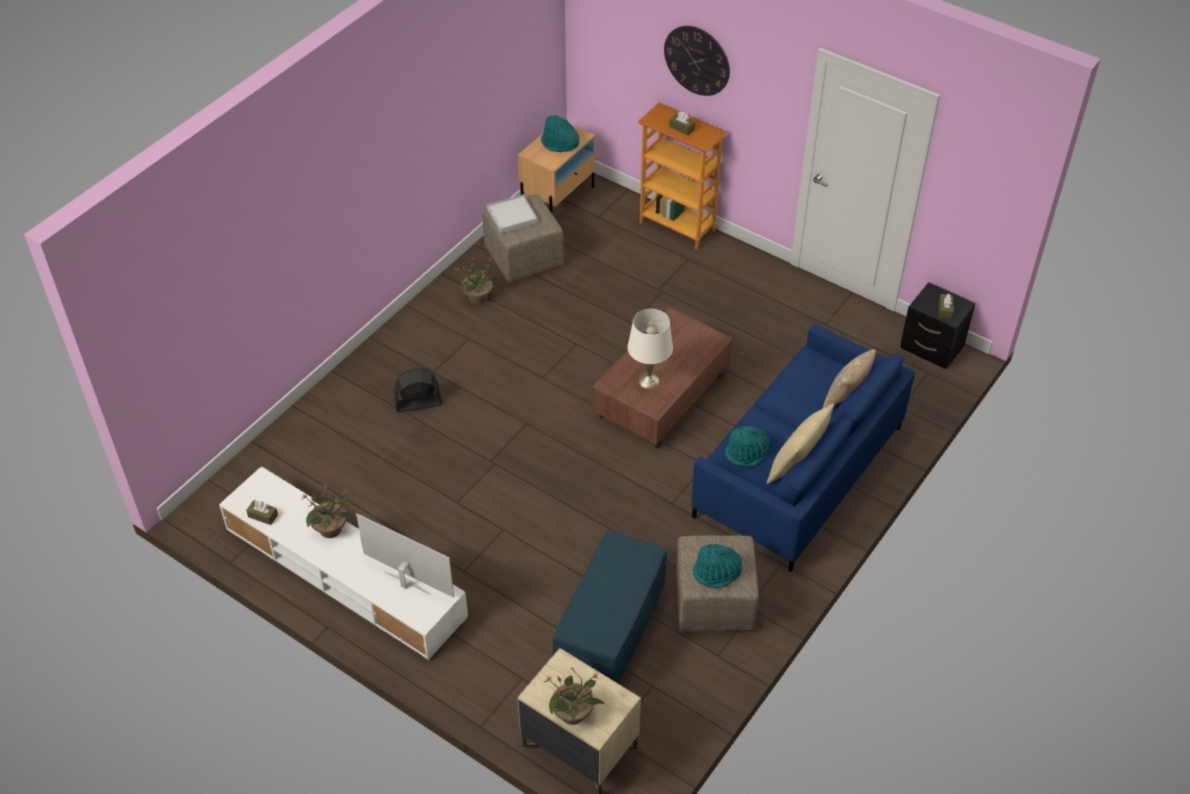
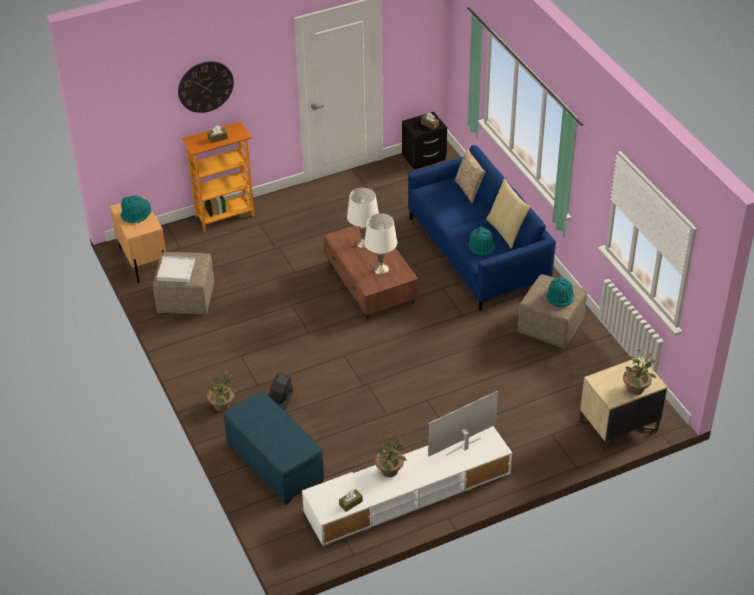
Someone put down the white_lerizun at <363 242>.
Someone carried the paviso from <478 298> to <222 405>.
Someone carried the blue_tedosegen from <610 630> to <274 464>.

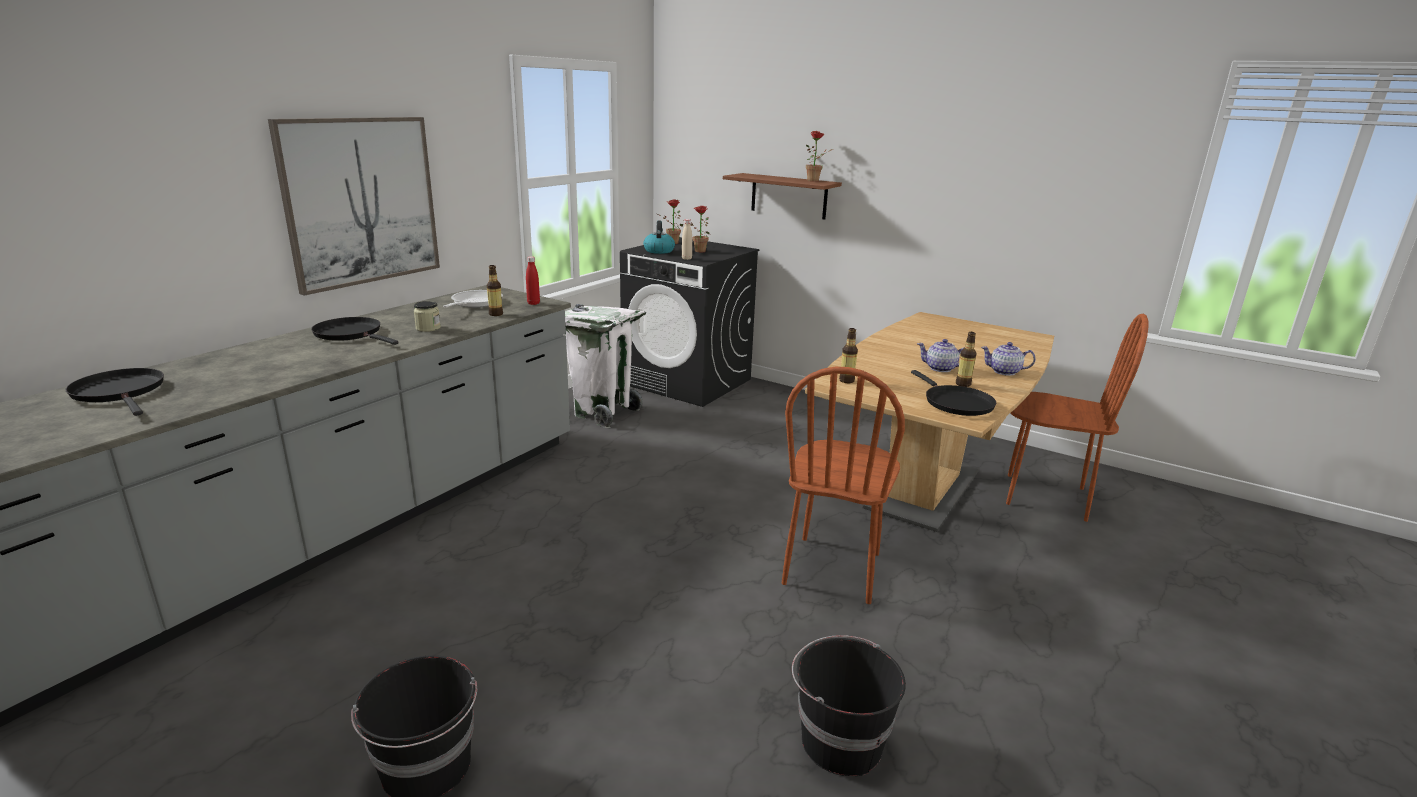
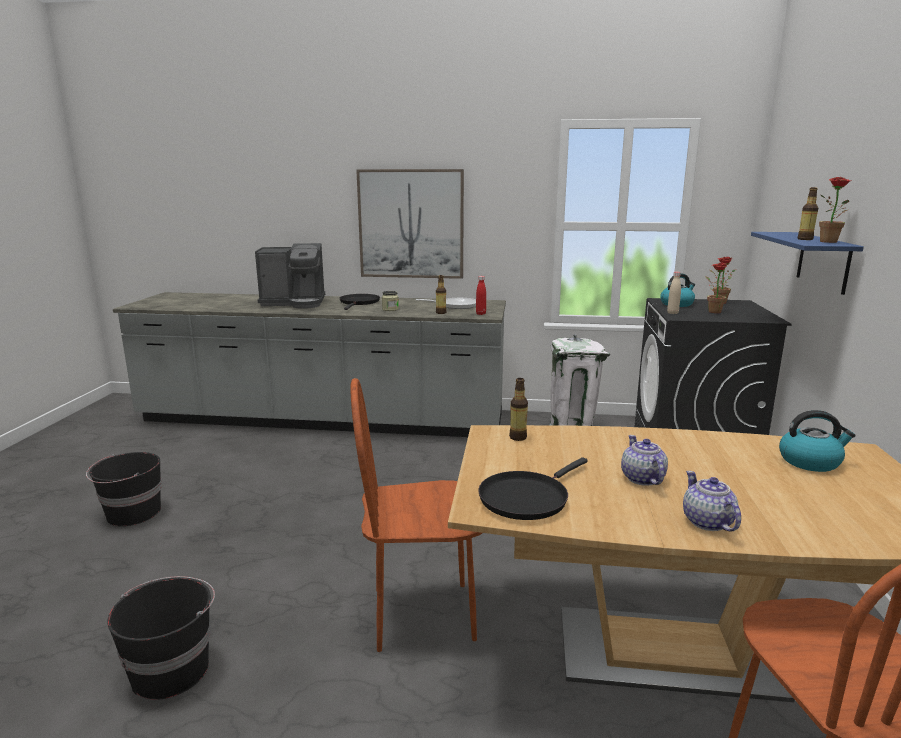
Someone took away the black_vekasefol at <120 392>.
Someone put down the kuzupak at <294 303>.
Someone put down the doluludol at <810 461>.
Someone carried the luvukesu from <963 384> to <805 239>.
Someone repainted the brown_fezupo at <789 196>, which became the blue_fezupo at <823 262>.

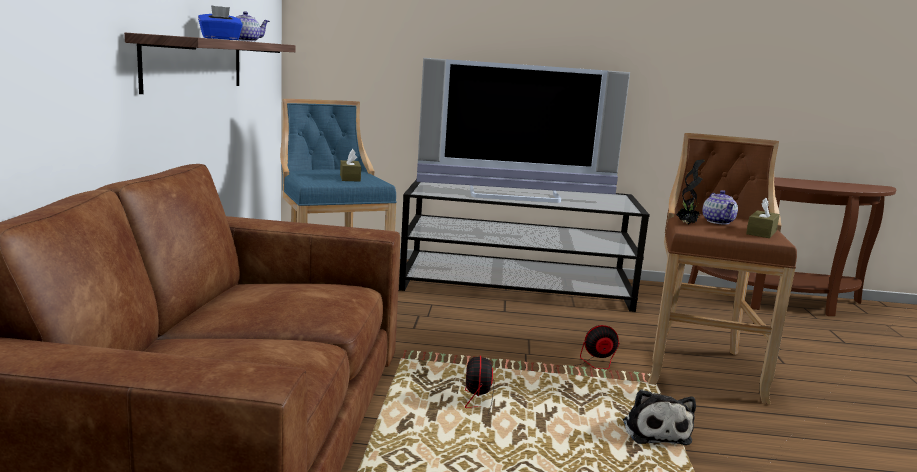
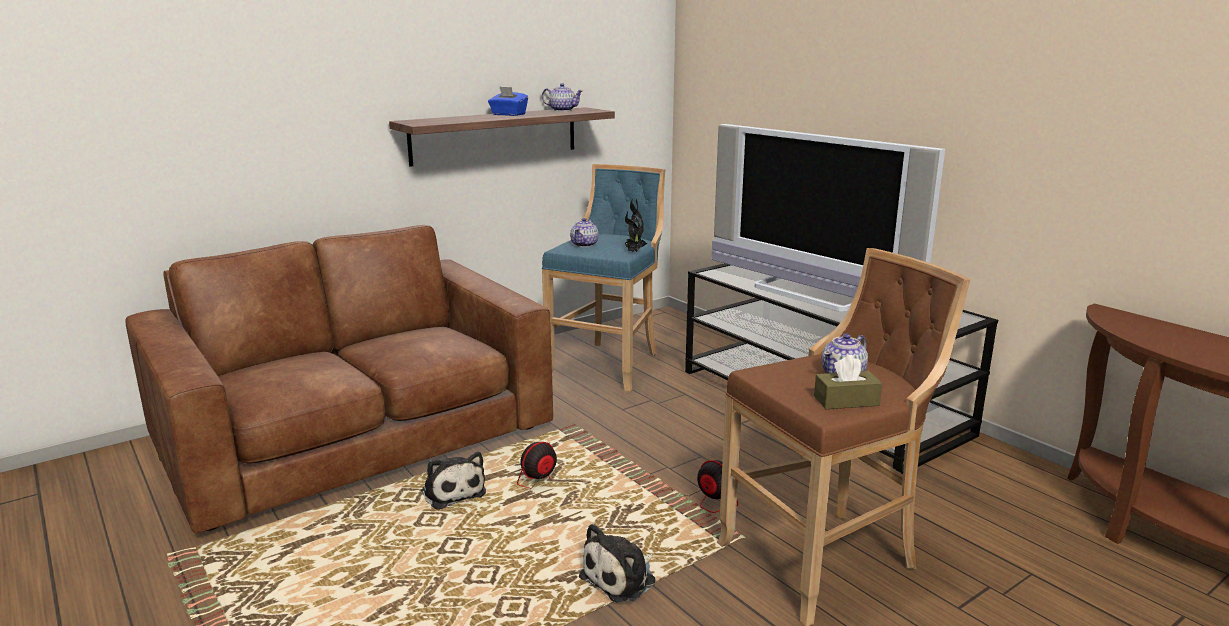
Someone took away the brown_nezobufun at <350 178>.
Someone put down the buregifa at <452 491>.
Someone put down the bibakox at <585 244>.
Someone carried the paviso from <687 224> to <634 252>.

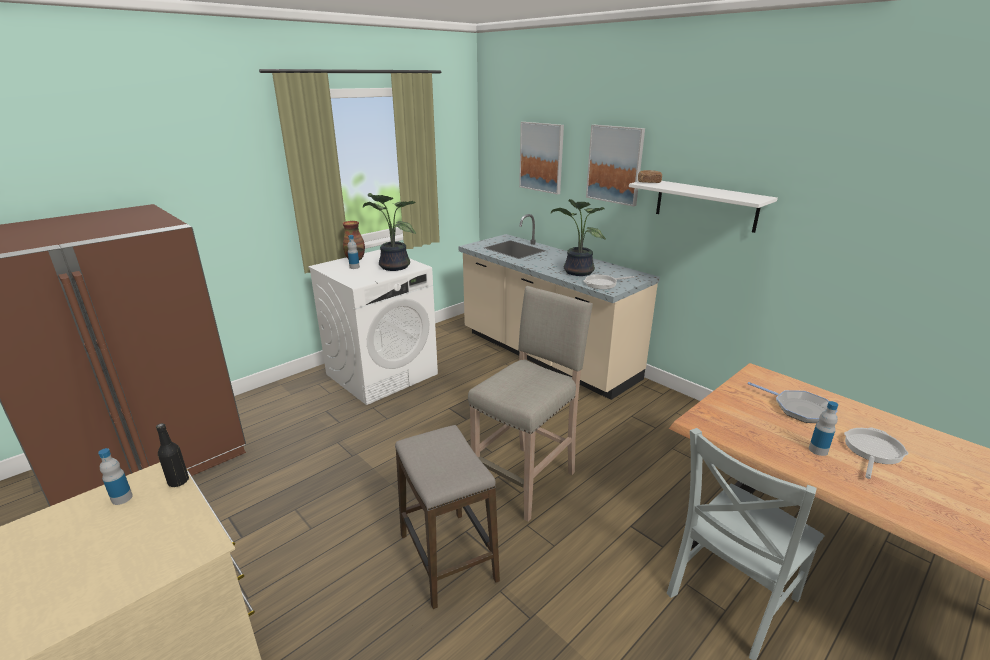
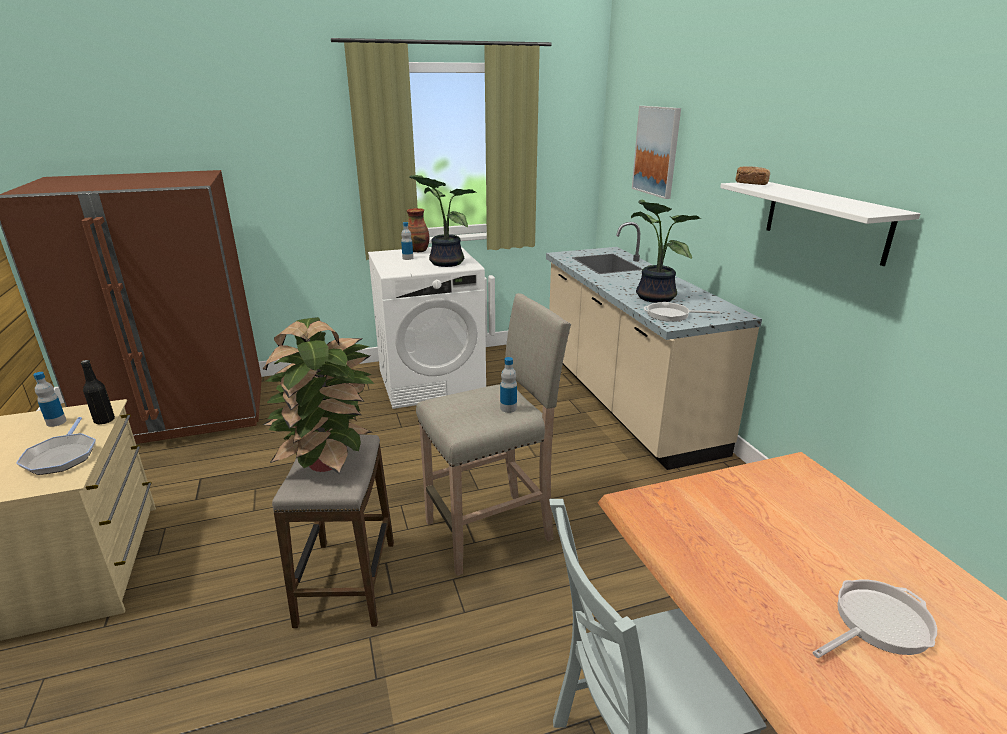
Someone took away the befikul at <615 164>.
Someone put down the paviso at <329 461>.
Someone carried the vekasefol from <799 409> to <62 456>.
Someone carried the luvukesu from <818 450> to <508 408>.

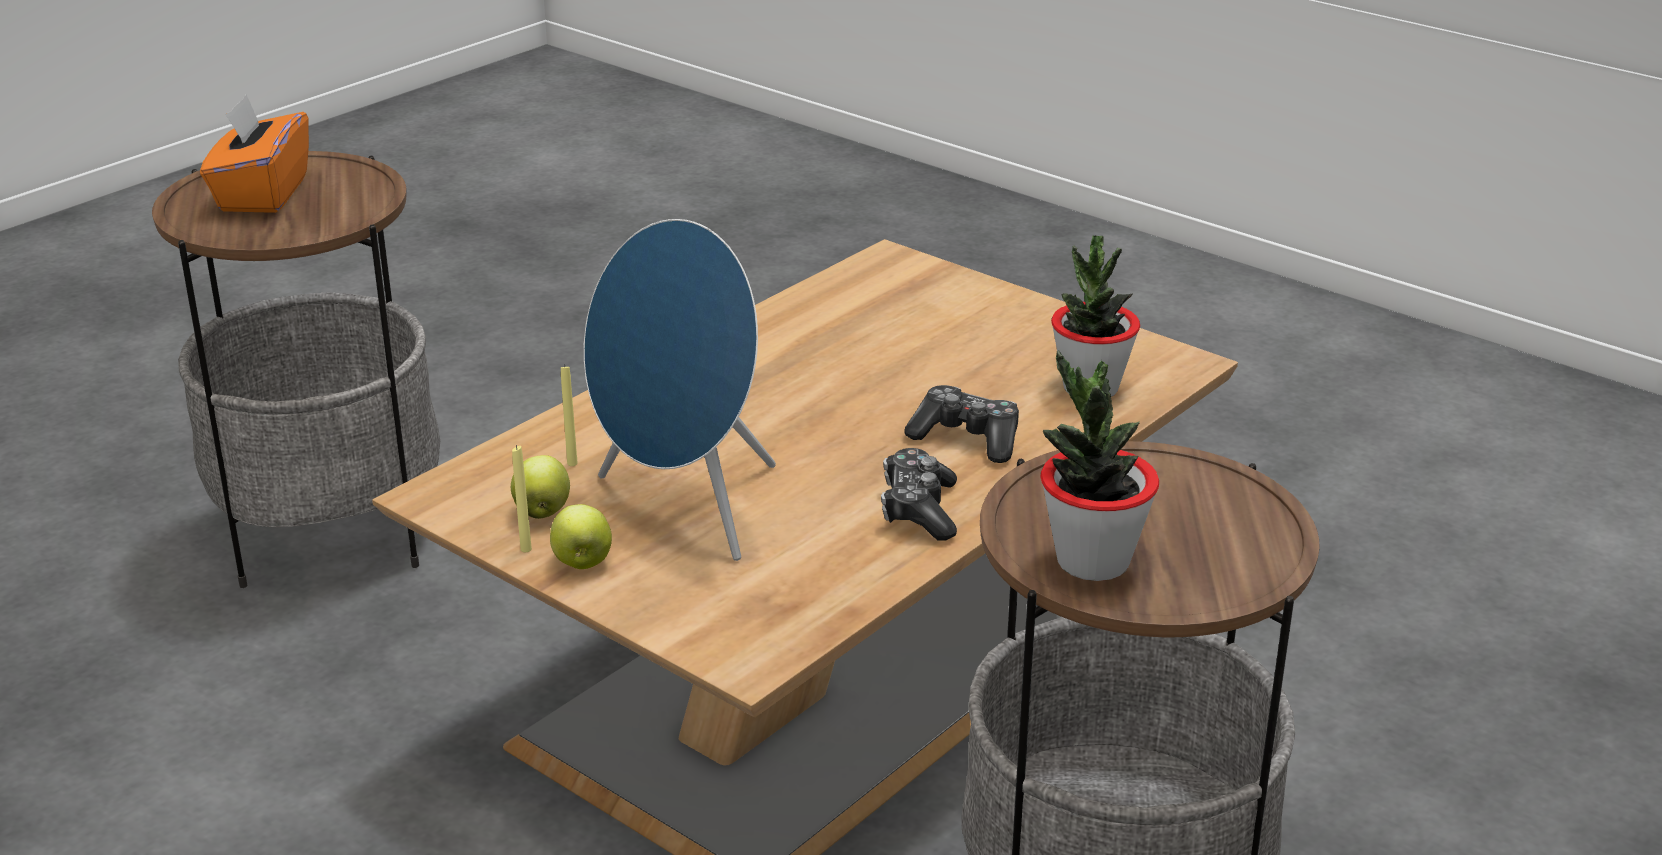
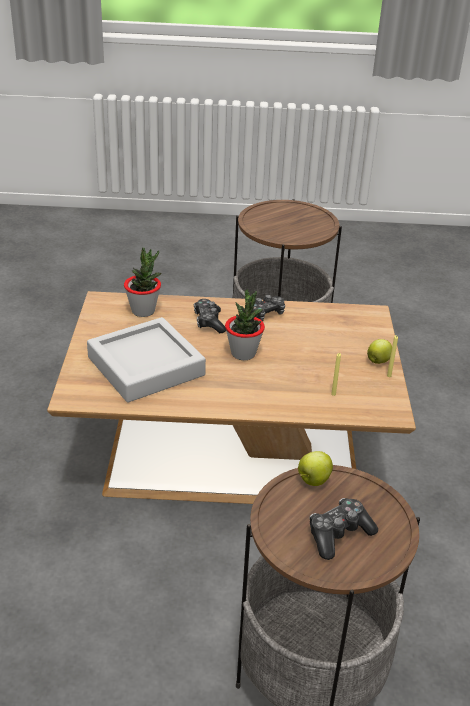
Someone took away the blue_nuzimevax at <686 509>.
Someone put down the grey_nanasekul at <146 366>.
Someone carried the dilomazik from <542 512> to <313 480>.
Someone carried the paviso from <1092 561> to <243 353>.
Someone swapped the orange_nezobufun at <262 194> for the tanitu at <338 534>.

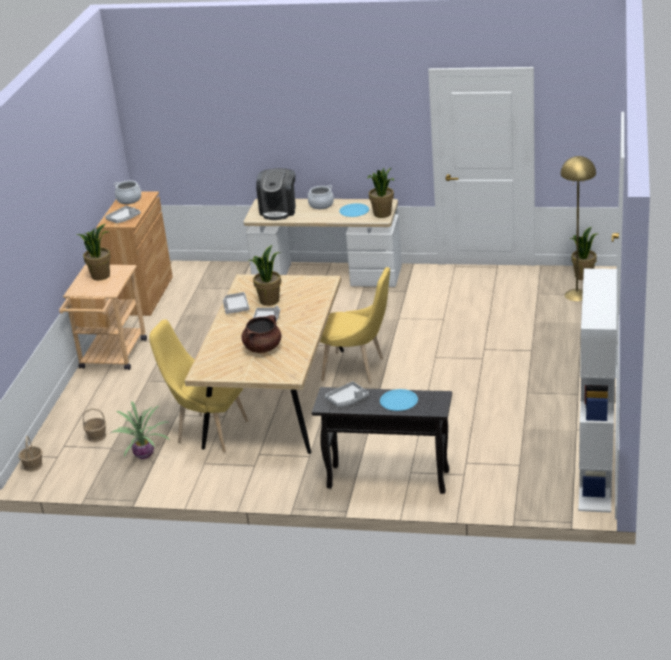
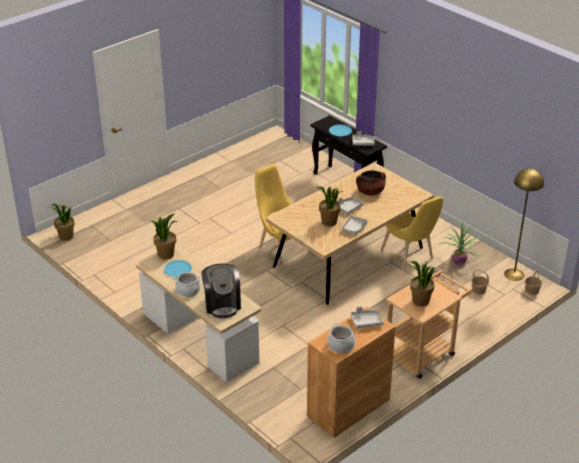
Someone took away the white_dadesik at <596 477>.
Someone carried the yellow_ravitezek from <576 295> to <514 274>.
Someone rotated the kuzupak at <279 210> by 120 degrees clockwise.

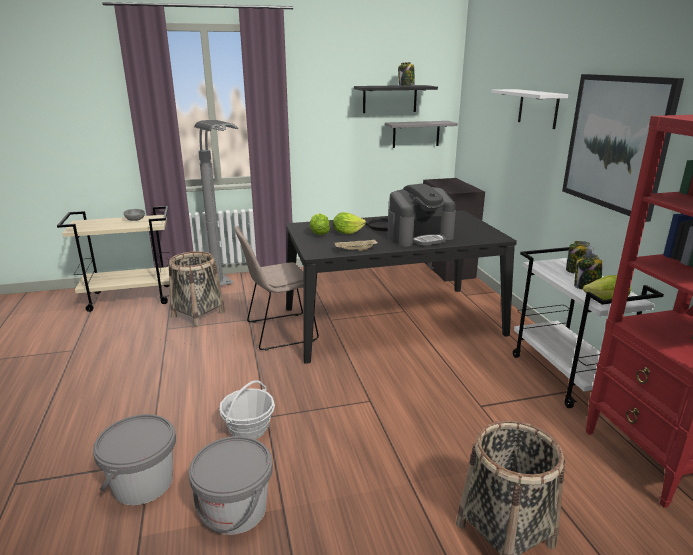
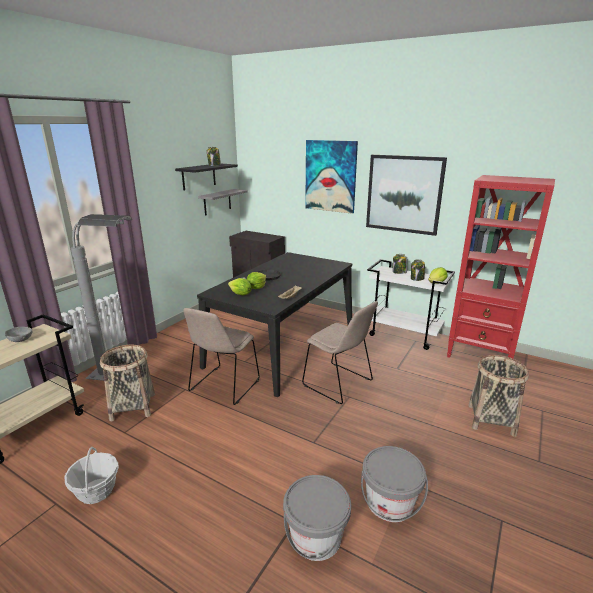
Someone took away the kuzupak at <420 237>.
Someone put down the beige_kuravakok at <339 384>.
Someone carried the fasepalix from <249 429> to <96 491>.
Someone swapped the white_fezupo at <538 108> for the befikul at <330 176>.

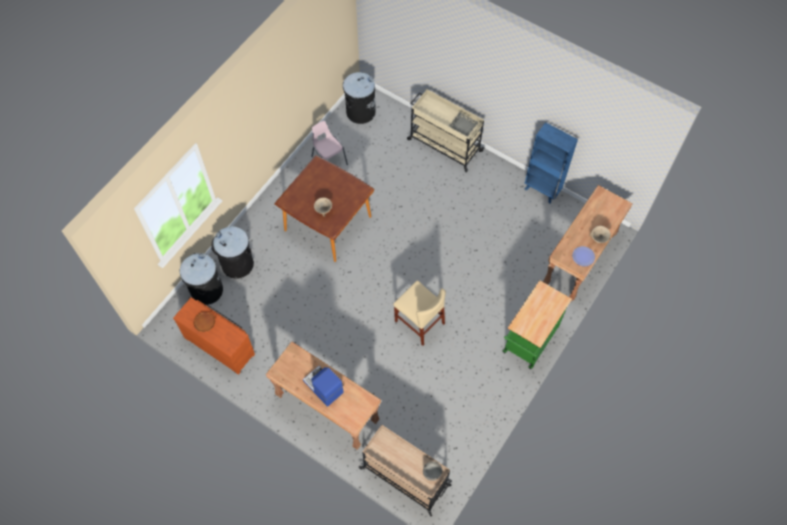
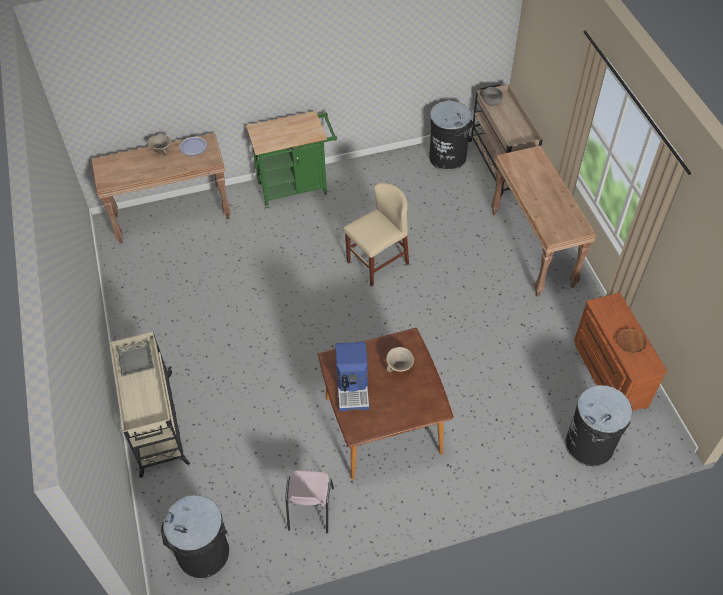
Someone took away the blue_dadesik at <542 190>.
Someone carried the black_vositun from <237 264> to <447 157>.
Someone carried the kuzupak from <323 387> to <353 387>.
Someone rotated the beige_kuravakok at <419 322> by 60 degrees clockwise.

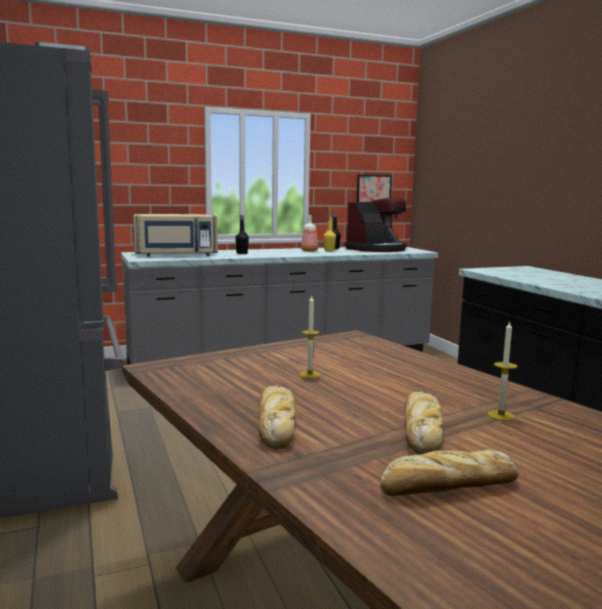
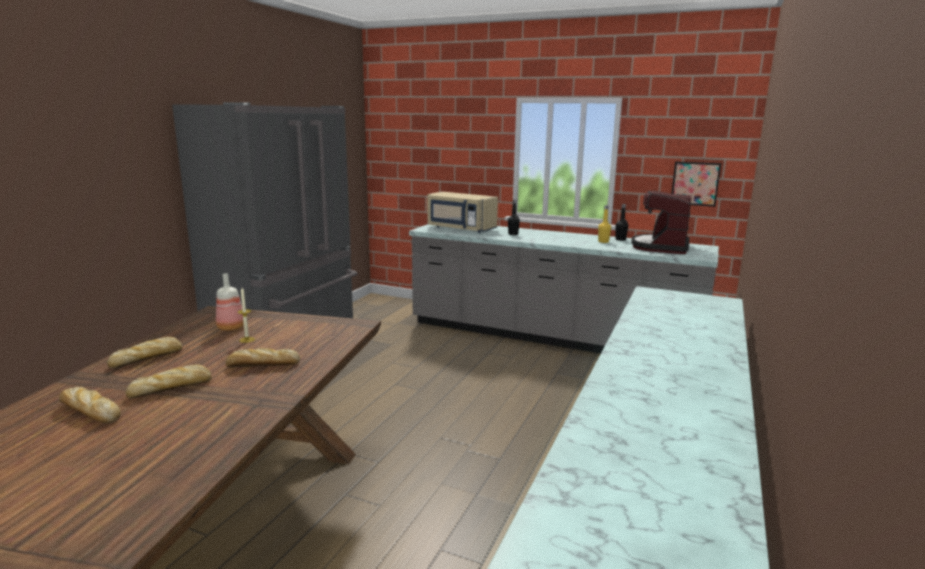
Someone took away the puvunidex at <501 415>.
Someone put down the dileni at <261 365>.
Someone carried the luvukesu from <309 251> to <232 327>.
Someone rotated the kuzupak at <377 249> by 105 degrees clockwise.

